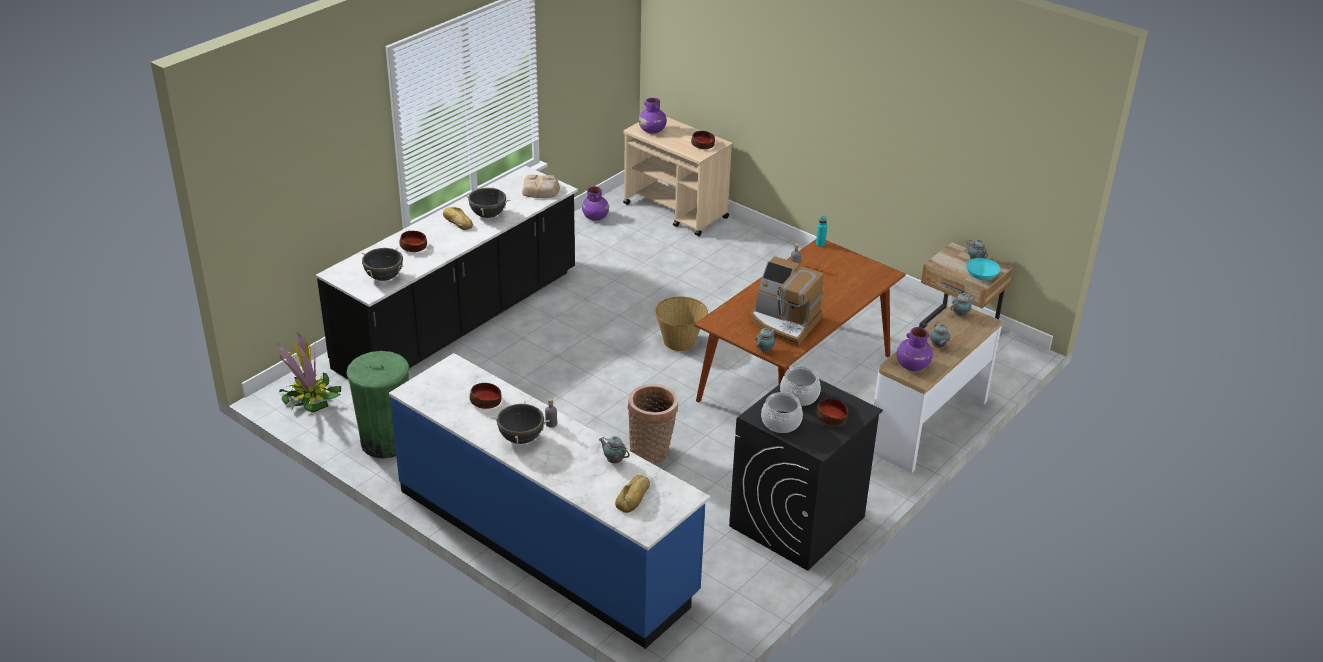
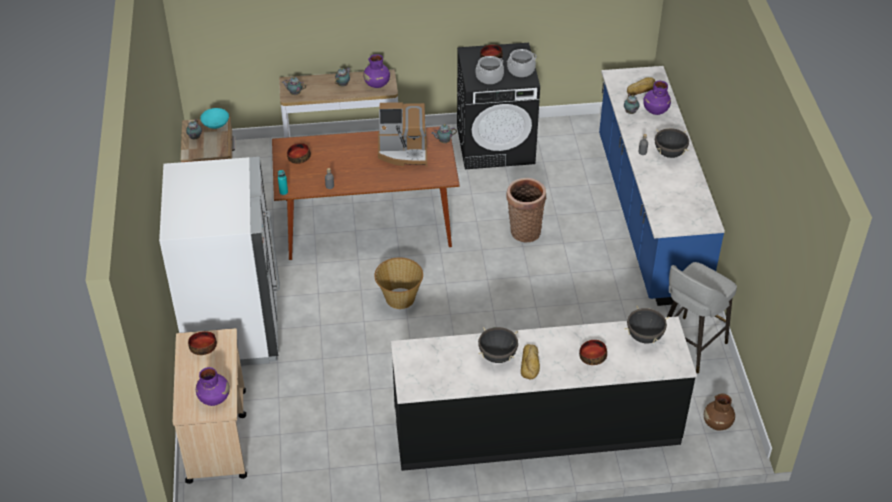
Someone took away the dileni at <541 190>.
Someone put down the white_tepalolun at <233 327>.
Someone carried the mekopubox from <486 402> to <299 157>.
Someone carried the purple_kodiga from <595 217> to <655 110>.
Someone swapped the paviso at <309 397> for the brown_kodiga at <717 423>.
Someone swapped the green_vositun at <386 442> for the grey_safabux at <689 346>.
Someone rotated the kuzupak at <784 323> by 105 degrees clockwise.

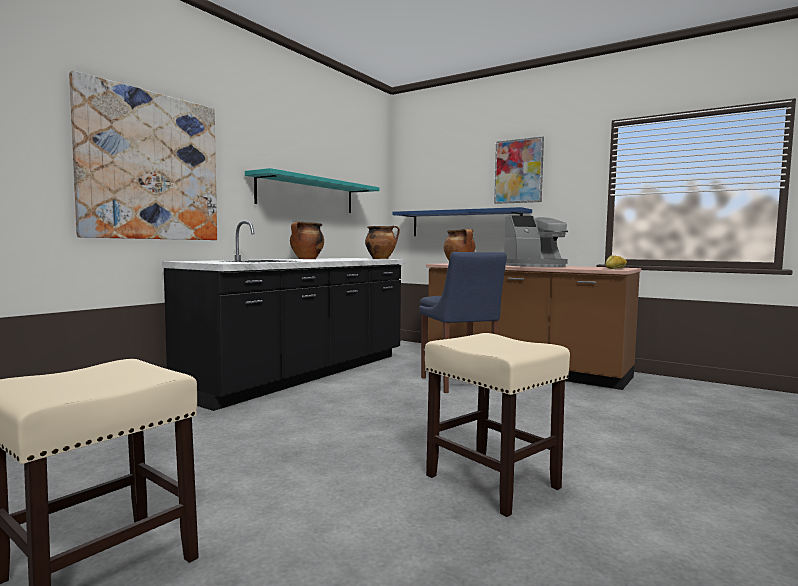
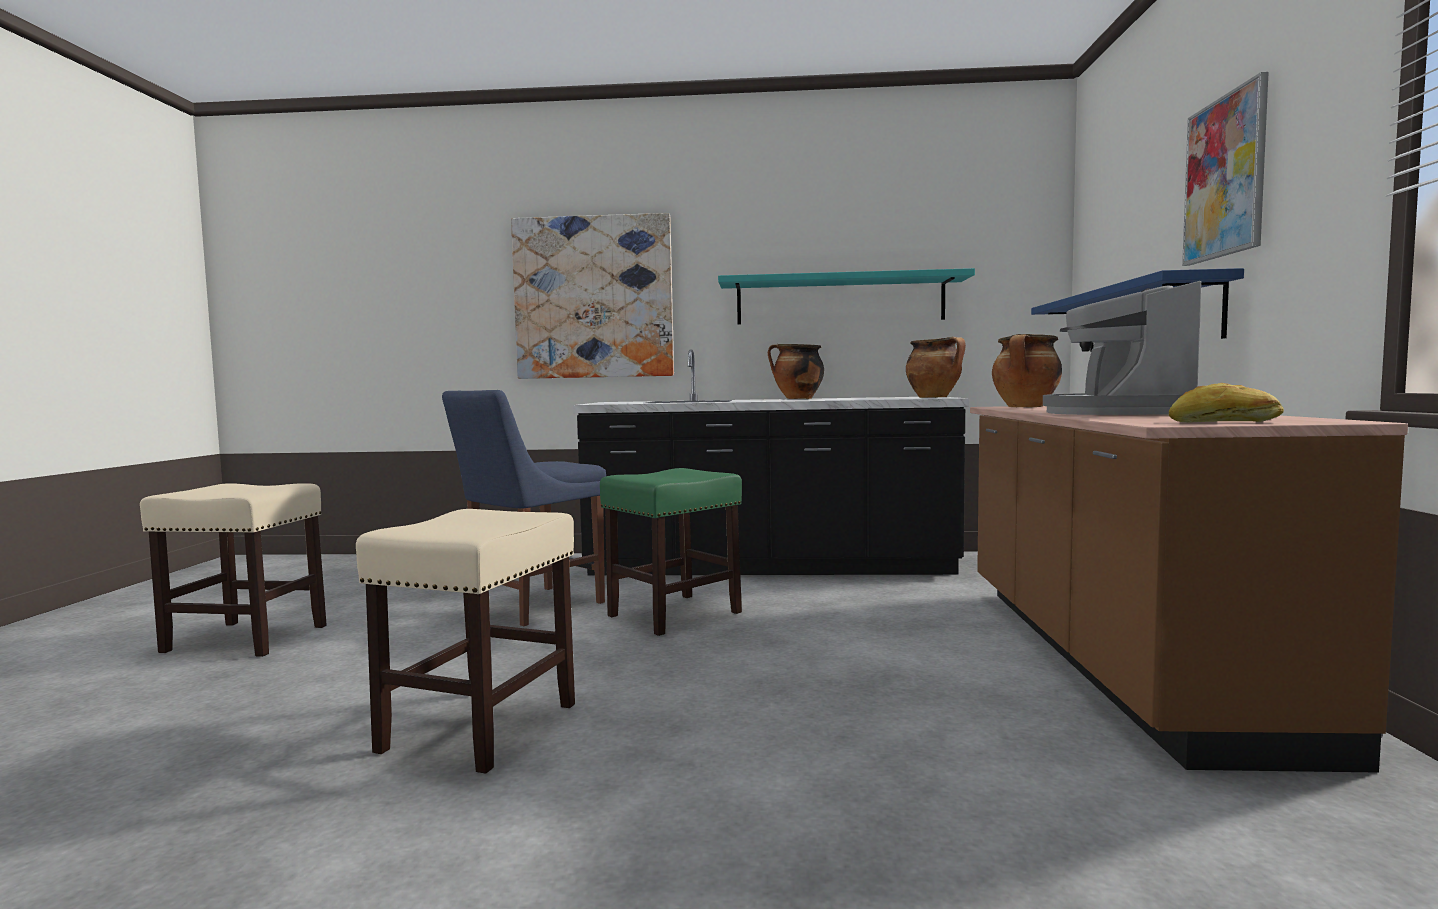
Someone put down the green_safabux at <673 614>.
Someone carried the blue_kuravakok from <459 384> to <531 607>.
Someone rotated the kuzupak at <535 266> by 60 degrees clockwise.

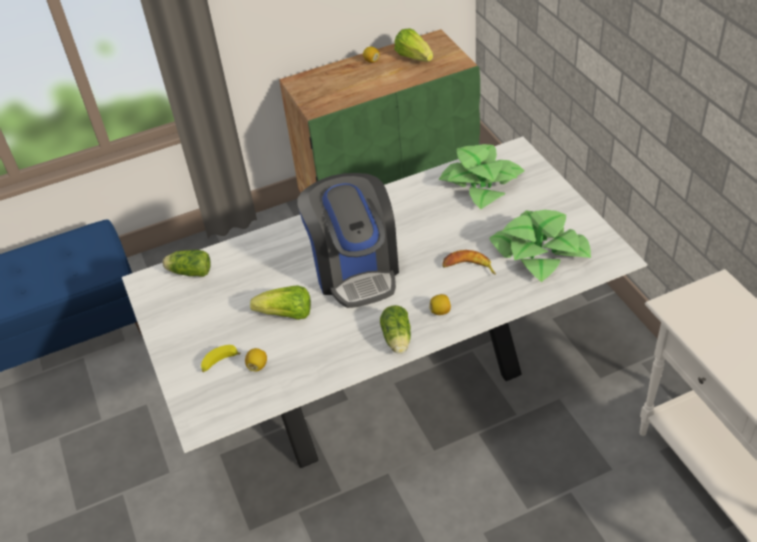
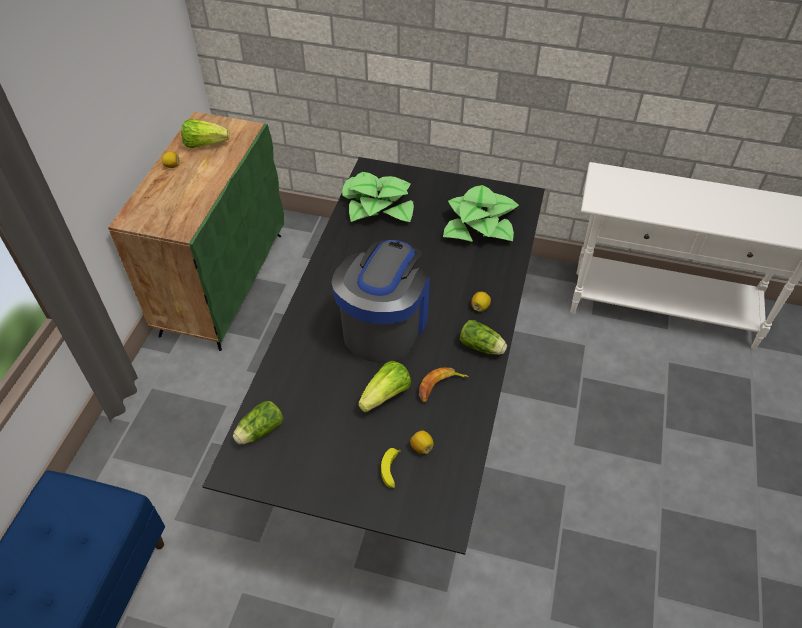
Someone carried the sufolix from <468 267> to <440 387>.
Someone repainted the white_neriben at <390 382>, which became the black_neriben at <400 408>.
Someone rotated the kuzupak at <355 269> by 90 degrees counterclockwise.

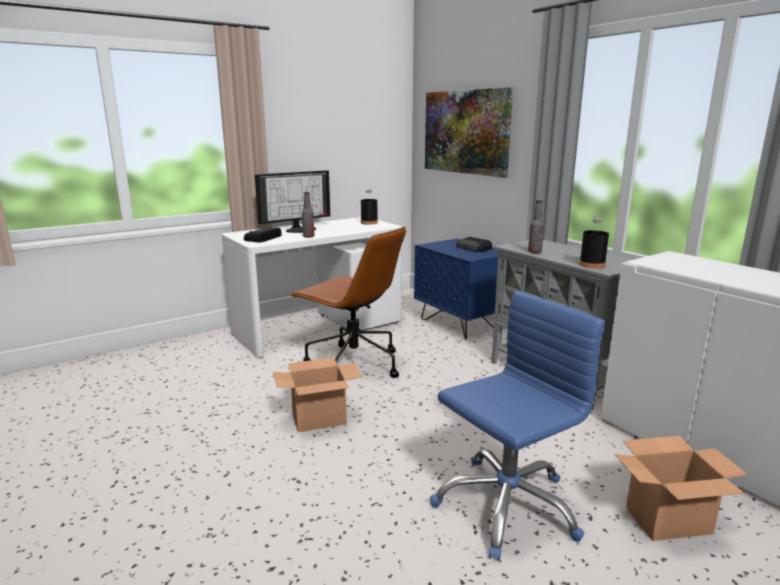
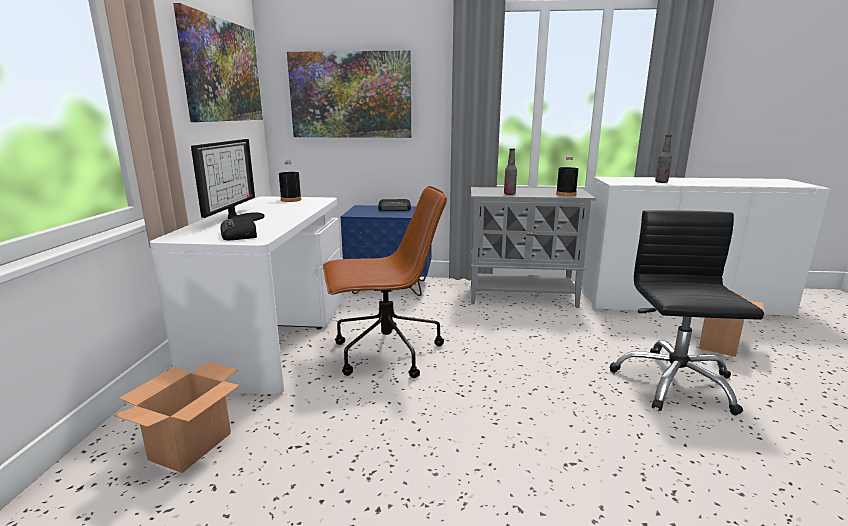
Someone put up the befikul at <223 71>.
Someone carried the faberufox from <319 419> to <191 445>.
Someone carried the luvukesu from <308 236> to <661 182>.
Someone repainted the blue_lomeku at <506 505>, which became the black_lomeku at <674 383>.

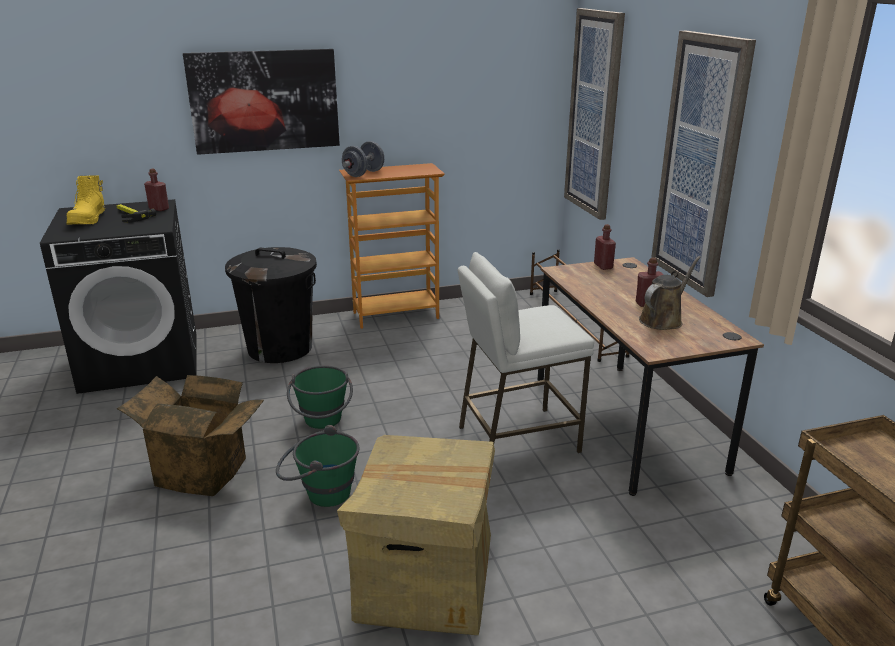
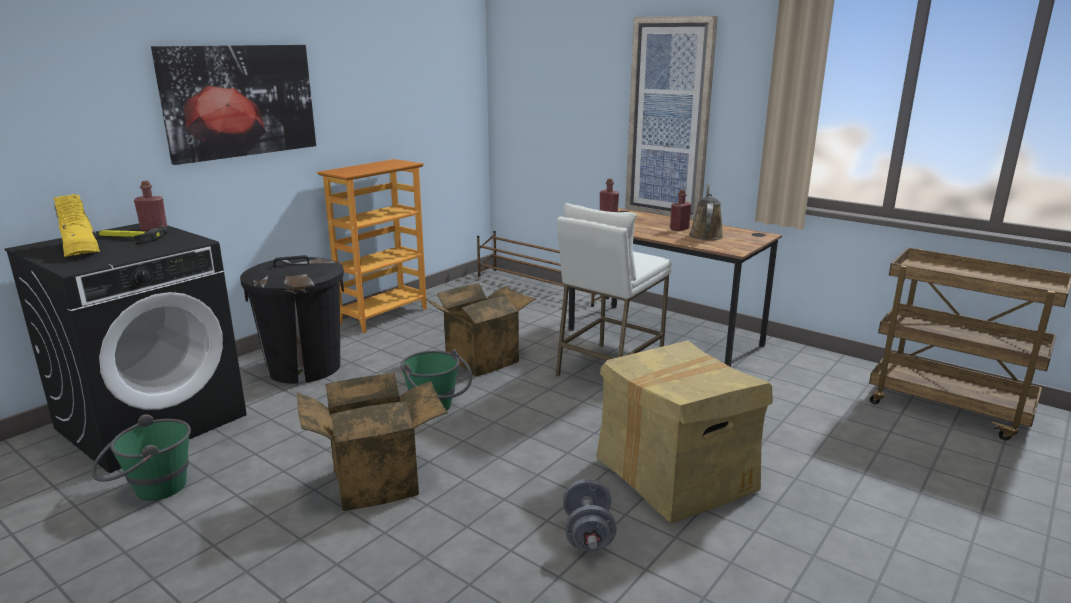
Someone took away the befikul at <594 114>.
Someone put down the faberufox at <481 359>.
Someone carried the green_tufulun from <320 493> to <150 490>.
Someone carried the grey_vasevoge from <363 174> to <588 535>.

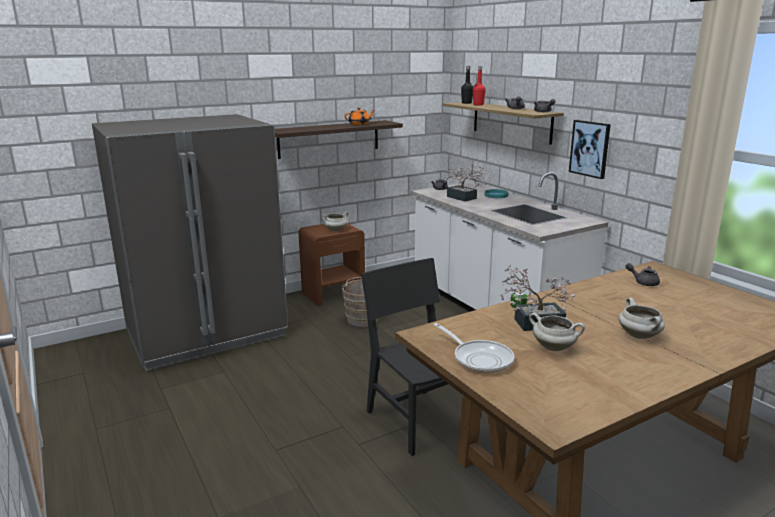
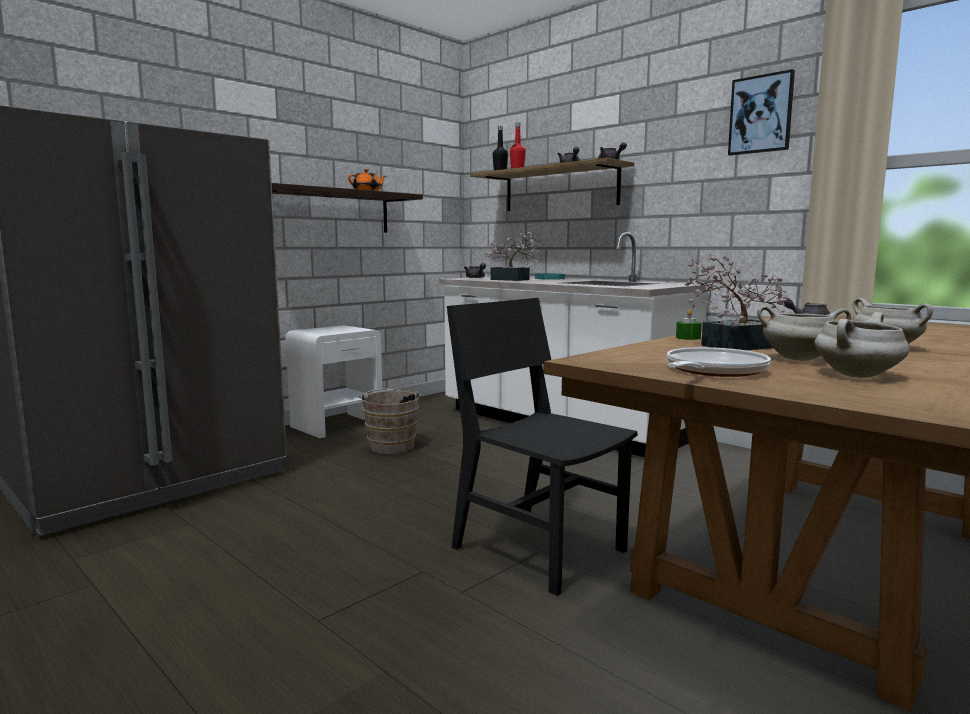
Someone carried the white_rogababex from <335 230> to <857 376>.
Someone carried the befikul from <590 148> to <761 114>.
Someone repainted the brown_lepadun at <334 293>, which became the white_lepadun at <337 424>.
Someone rotated the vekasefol at <479 359> by 90 degrees counterclockwise.

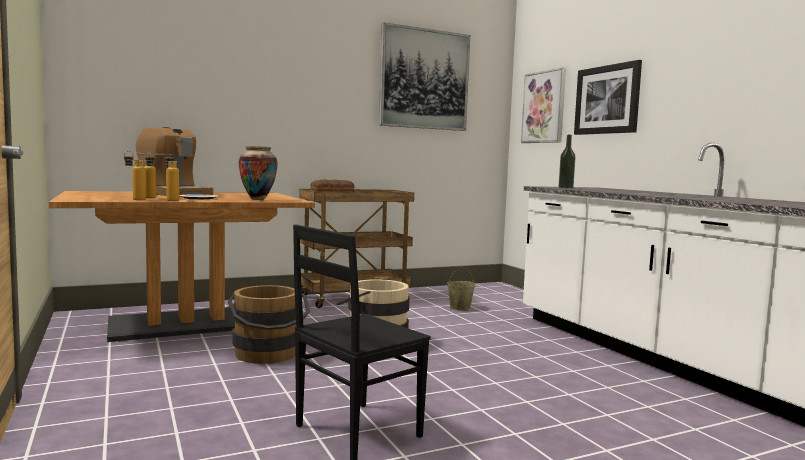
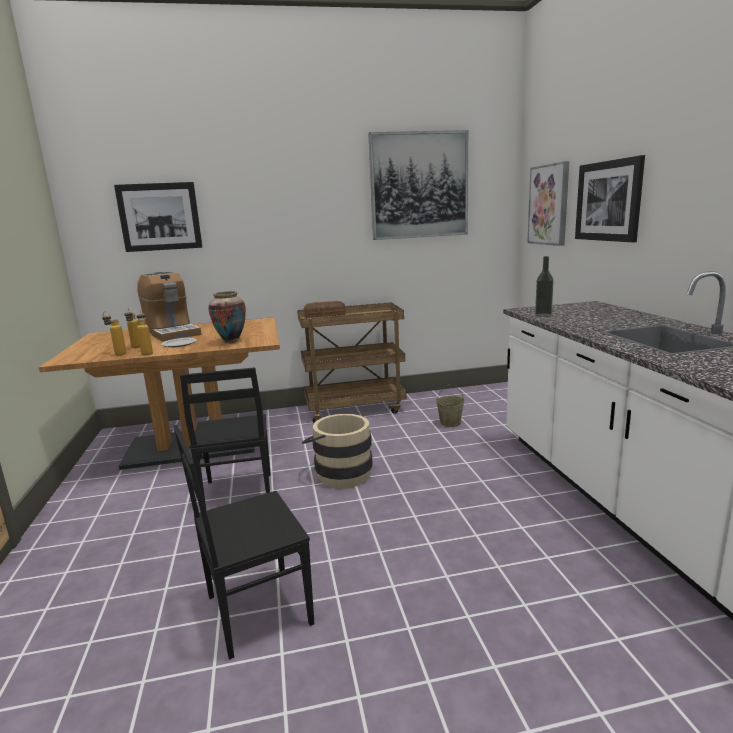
Someone put up the befikul at <159 217>.
Someone swapped the brown_tufulun at <268 355> for the black_kuravakok at <237 492>.

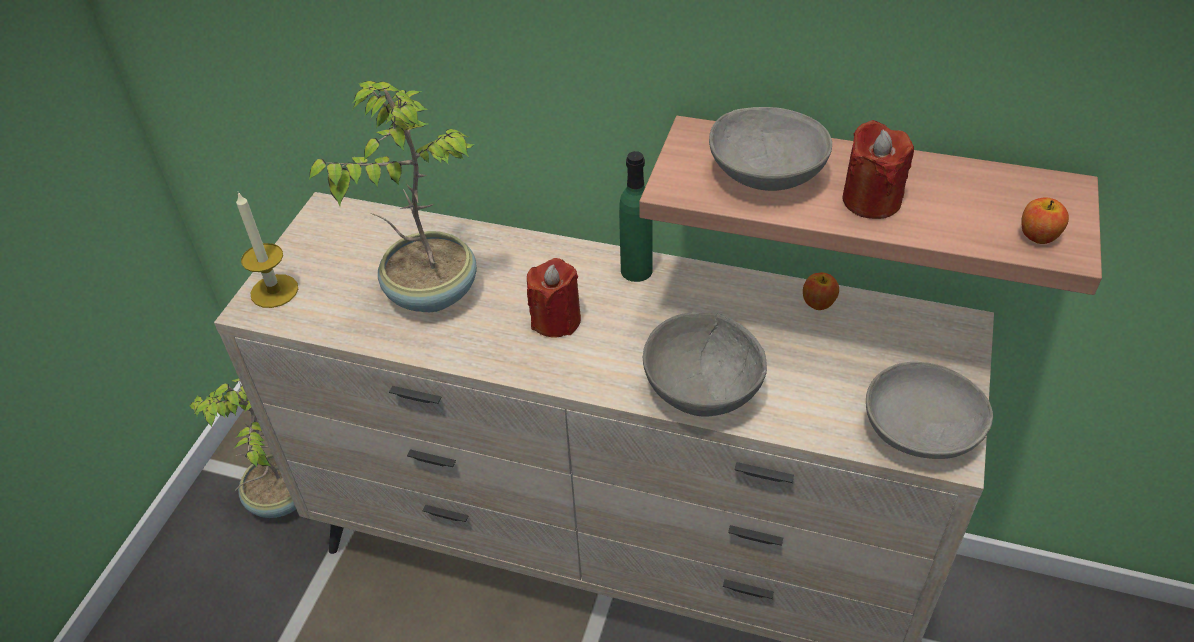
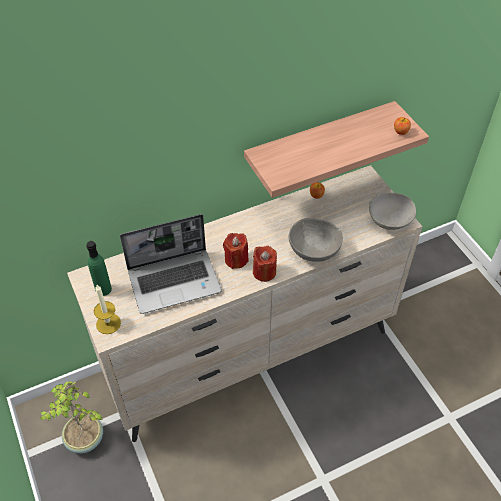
Someone took away the grey_mekopubox at <765 175>.
Someone carried the green_luvukesu from <636 271> to <103 289>.
Someone carried the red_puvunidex from <871 200> to <264 272>.
Someone swapped the paviso at <430 292> for the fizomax at <175 281>.

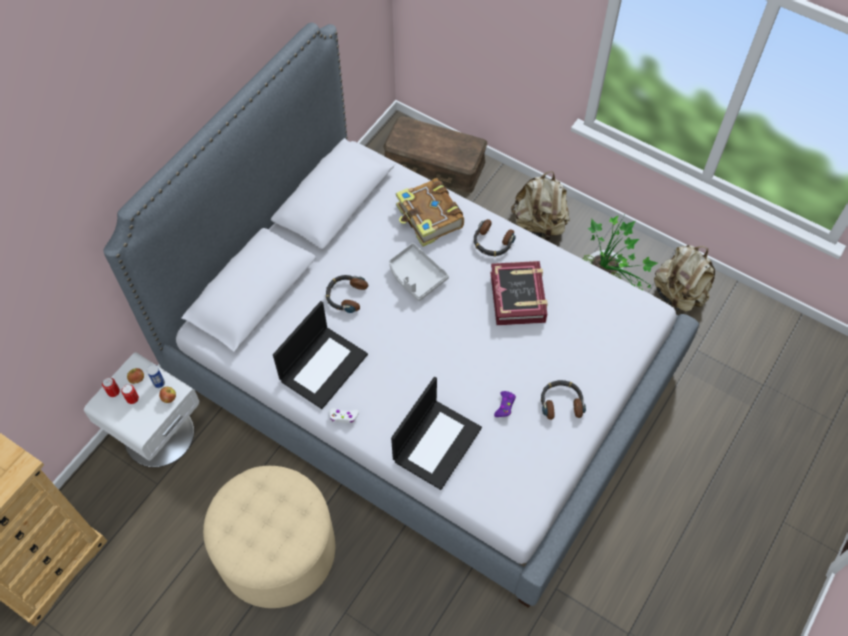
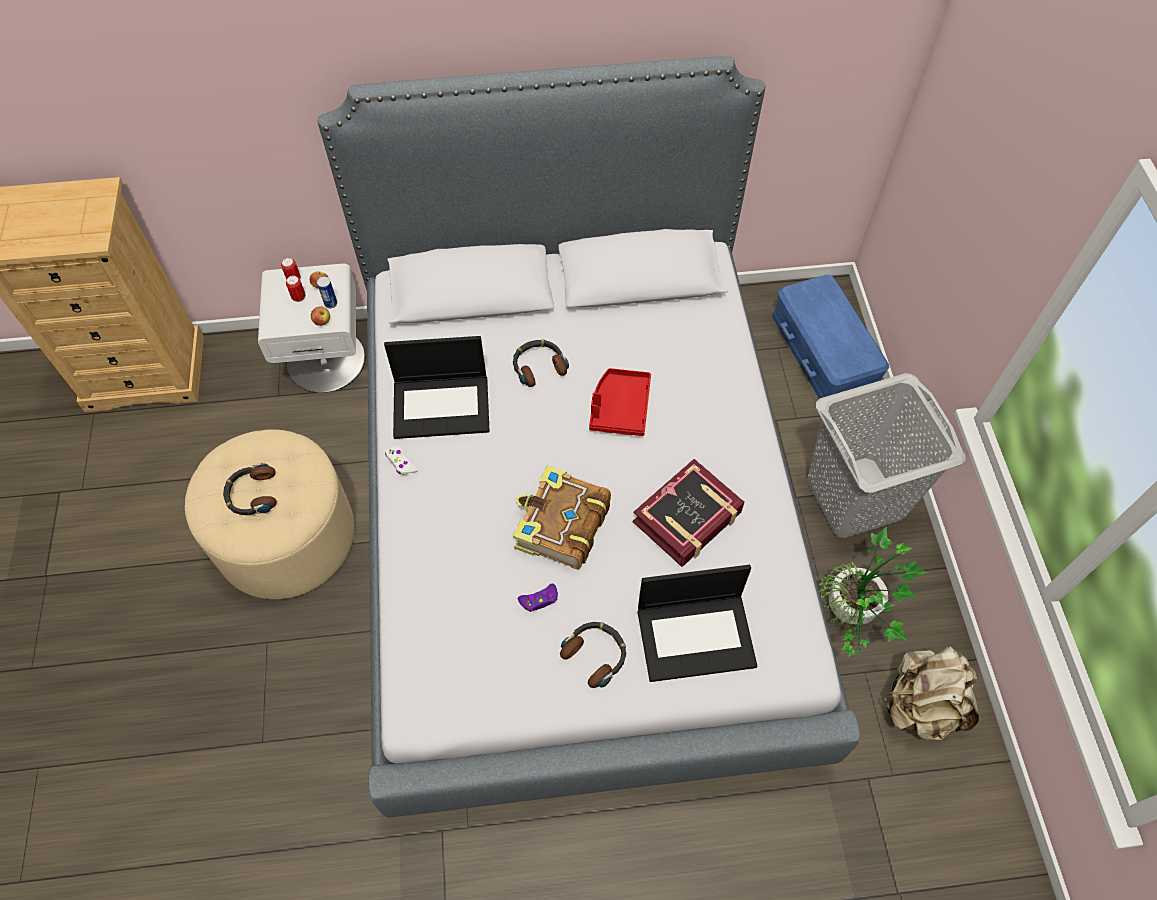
Someone carried the fizomax from <437 443> to <696 636>.
Someone carried the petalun from <429 218> to <561 525>.
Someone carried the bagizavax from <492 242> to <252 494>.
Someone swapped the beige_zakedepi at <539 225> for the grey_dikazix at <856 497>.
Someone repainted the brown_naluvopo at <435 163>, which became the blue_naluvopo at <825 351>.
Someone repainted the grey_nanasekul at <416 276>, which became the red_nanasekul at <619 408>.

